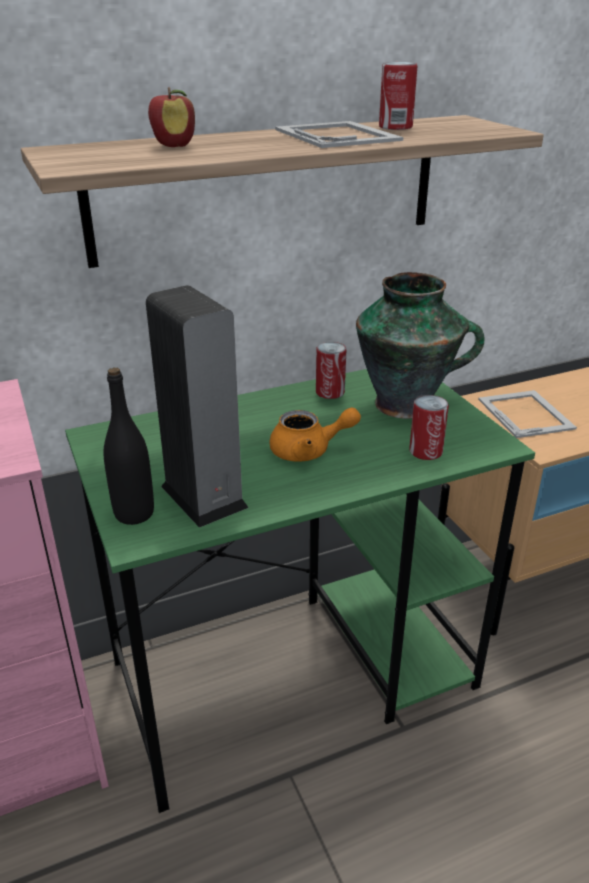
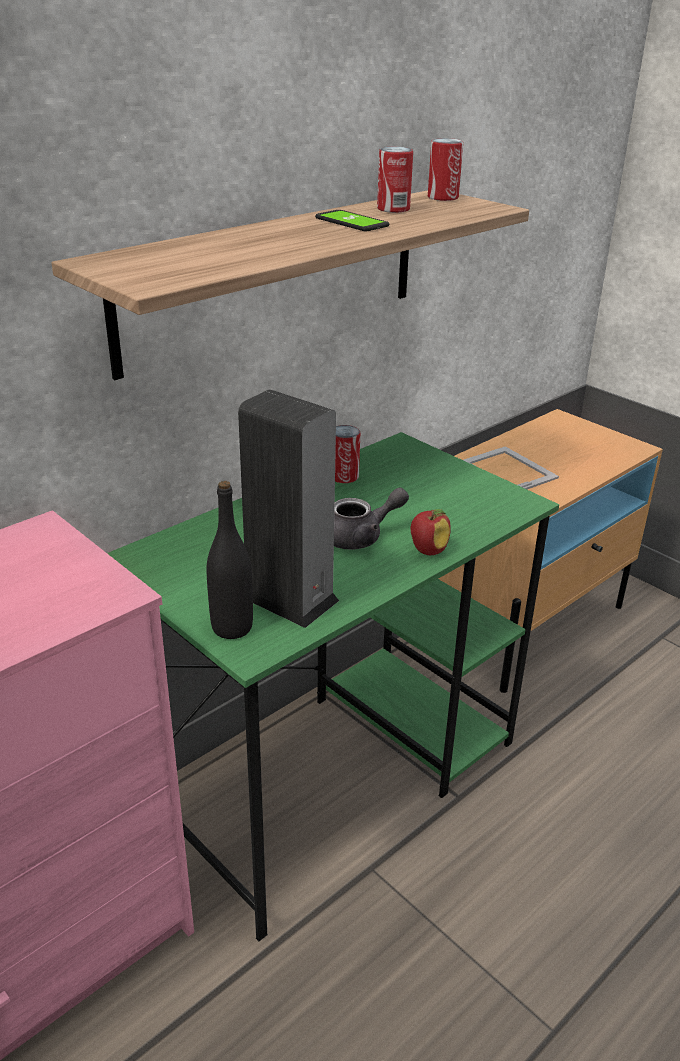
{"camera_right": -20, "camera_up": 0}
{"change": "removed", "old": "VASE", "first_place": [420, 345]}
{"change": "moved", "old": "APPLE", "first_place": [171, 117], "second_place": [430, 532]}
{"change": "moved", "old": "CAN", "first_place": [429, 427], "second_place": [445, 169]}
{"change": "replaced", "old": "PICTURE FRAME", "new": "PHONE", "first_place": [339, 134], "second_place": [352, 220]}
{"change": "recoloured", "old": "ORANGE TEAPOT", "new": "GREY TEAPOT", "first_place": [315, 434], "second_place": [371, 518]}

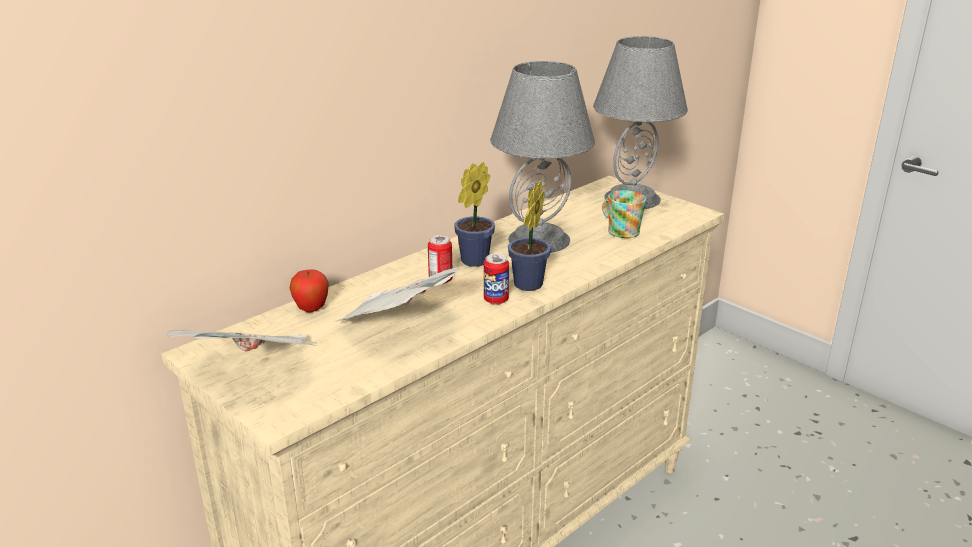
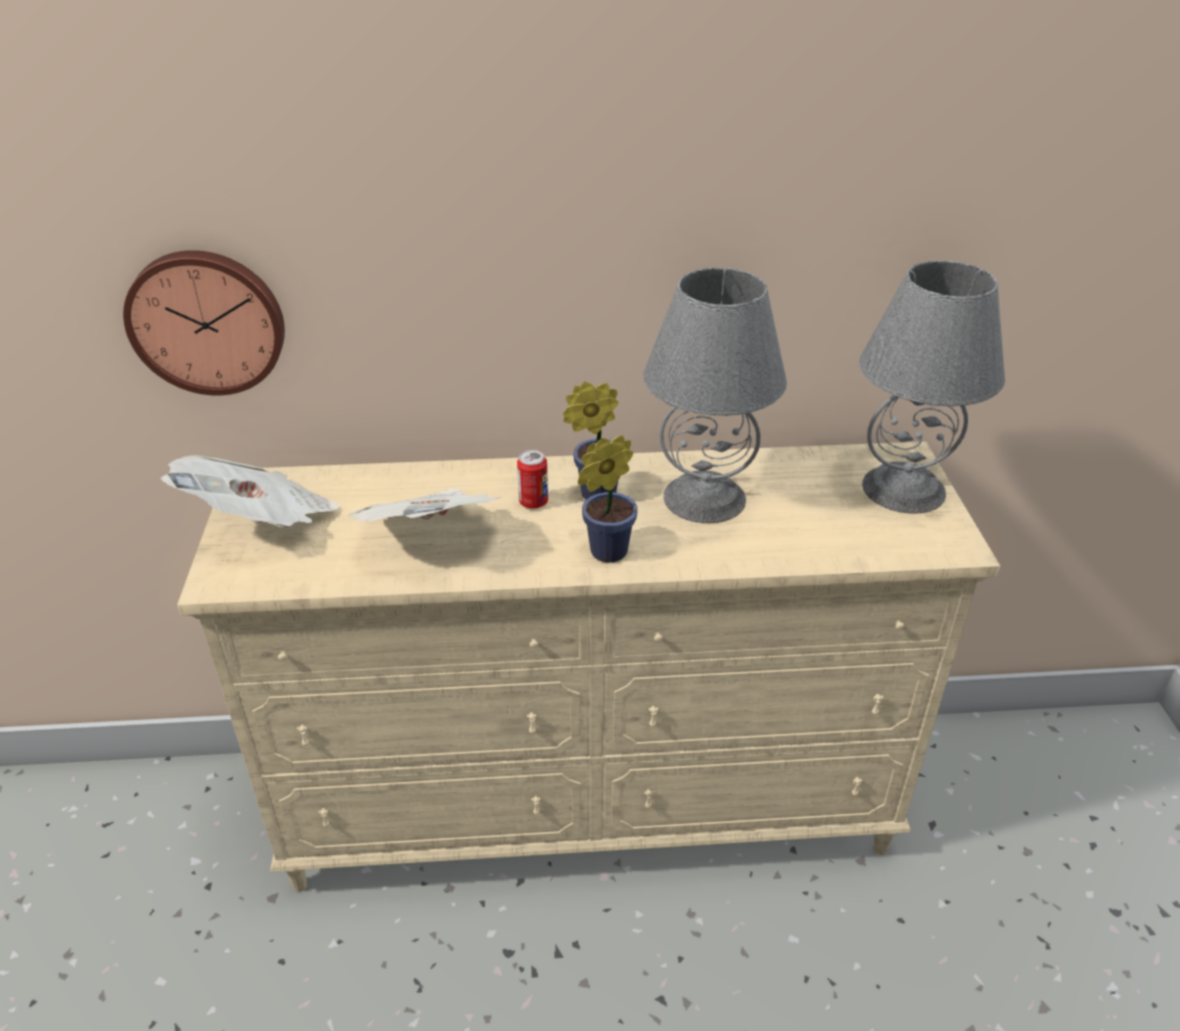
{"camera_right": 40, "camera_up": 10}
{"change": "removed", "old": "APPLE", "first_place": [309, 290]}
{"change": "removed", "old": "CAN", "first_place": [496, 279]}
{"change": "removed", "old": "MUG", "first_place": [624, 214]}
{"change": "added", "new": "WALL CLOCK", "second_place": [204, 323]}

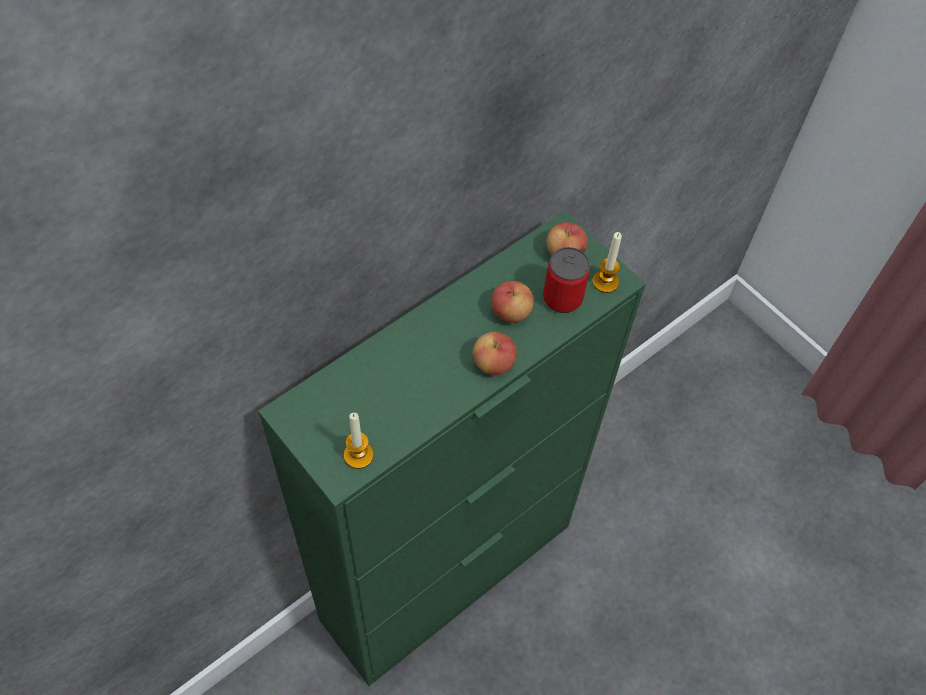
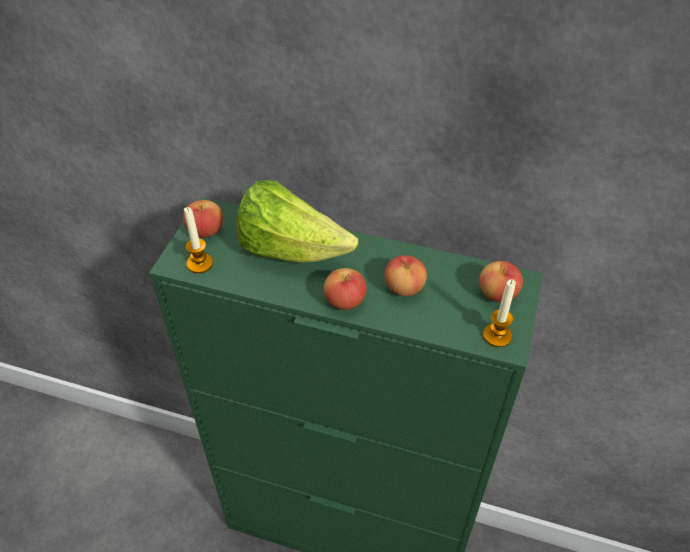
{"camera_right": 60, "camera_up": -10}
{"change": "removed", "old": "CAN", "first_place": [566, 280]}
{"change": "added", "new": "APPLE", "second_place": [203, 219]}
{"change": "added", "new": "LETTUCE", "second_place": [297, 221]}

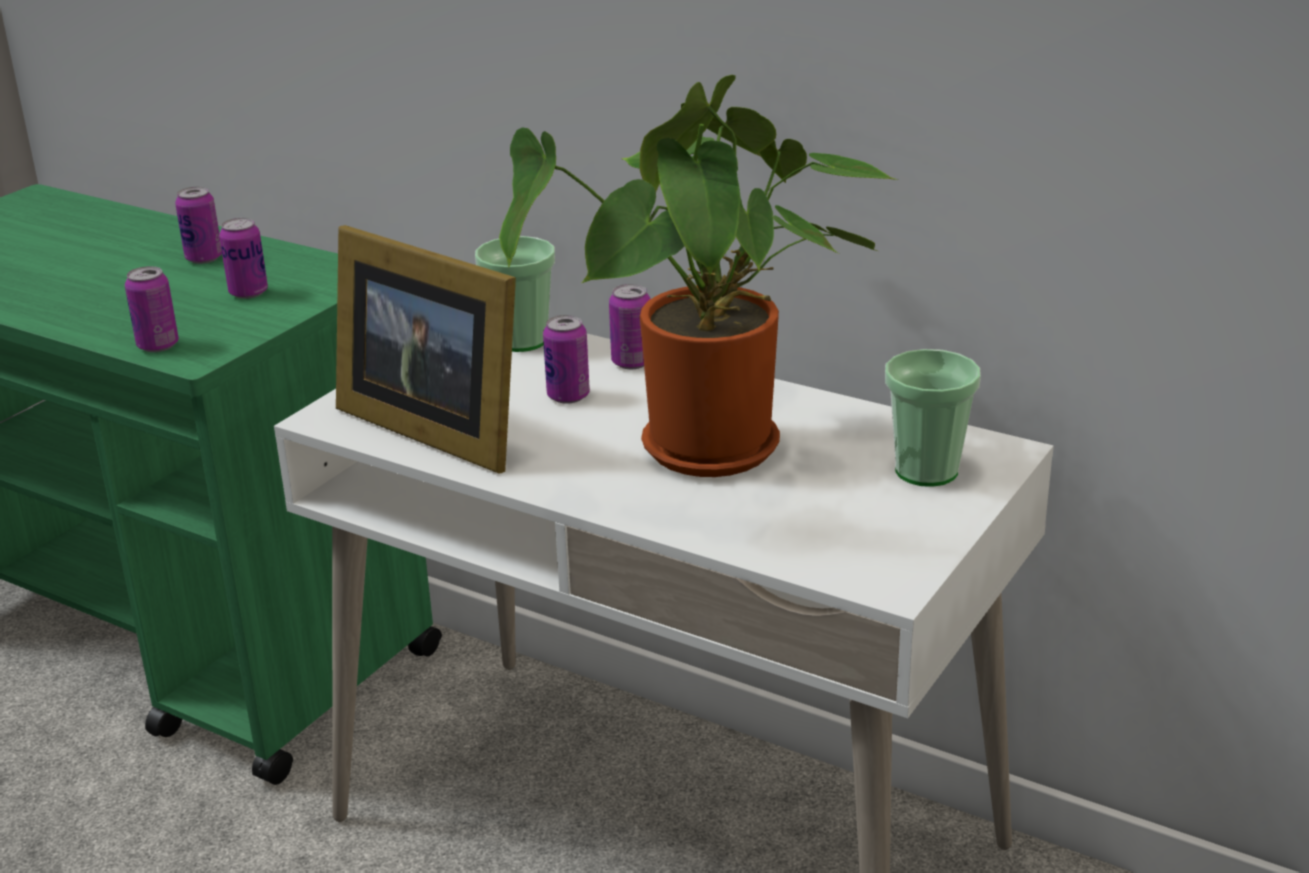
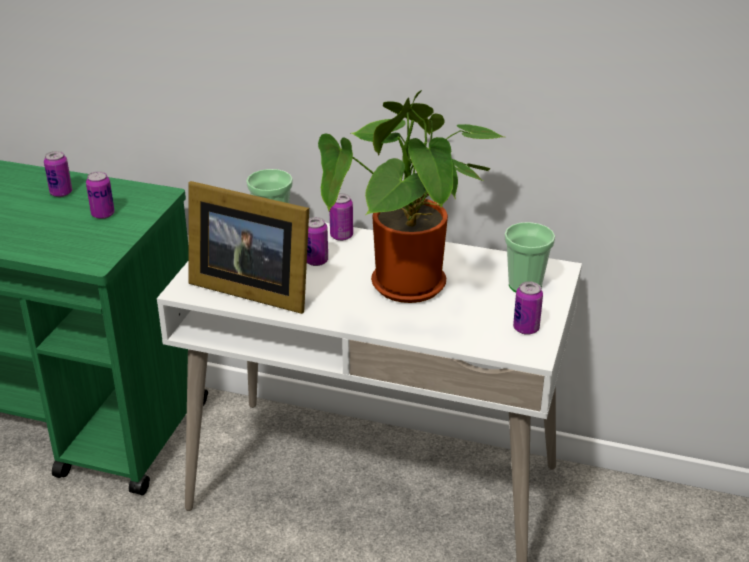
{"camera_right": -15, "camera_up": 5}
{"change": "moved", "old": "CAN", "first_place": [152, 309], "second_place": [528, 308]}

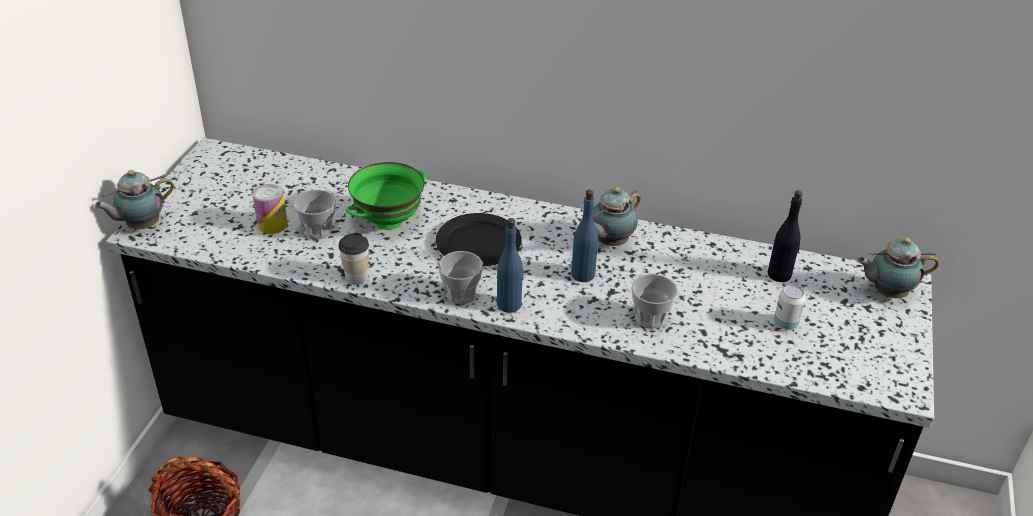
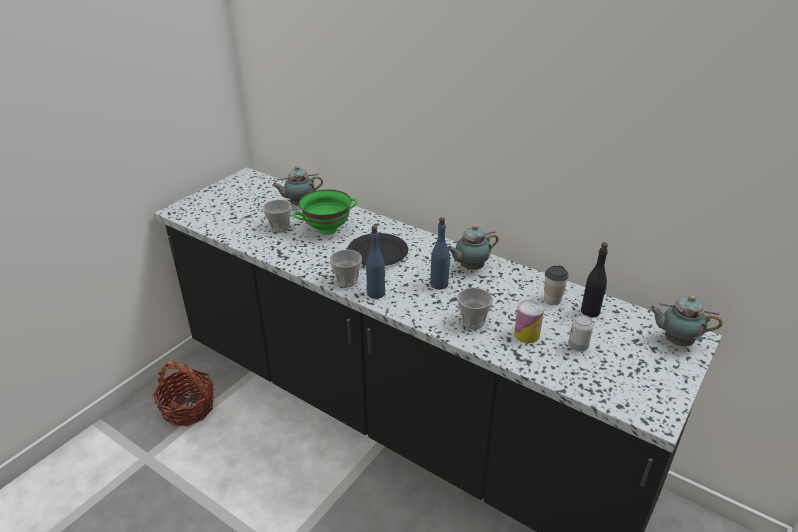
{"camera_right": 20, "camera_up": -5}
{"change": "moved", "old": "TEAPOT", "first_place": [134, 199], "second_place": [297, 186]}
{"change": "moved", "old": "CAN", "first_place": [270, 209], "second_place": [529, 321]}
{"change": "moved", "old": "CUP", "first_place": [354, 258], "second_place": [556, 285]}

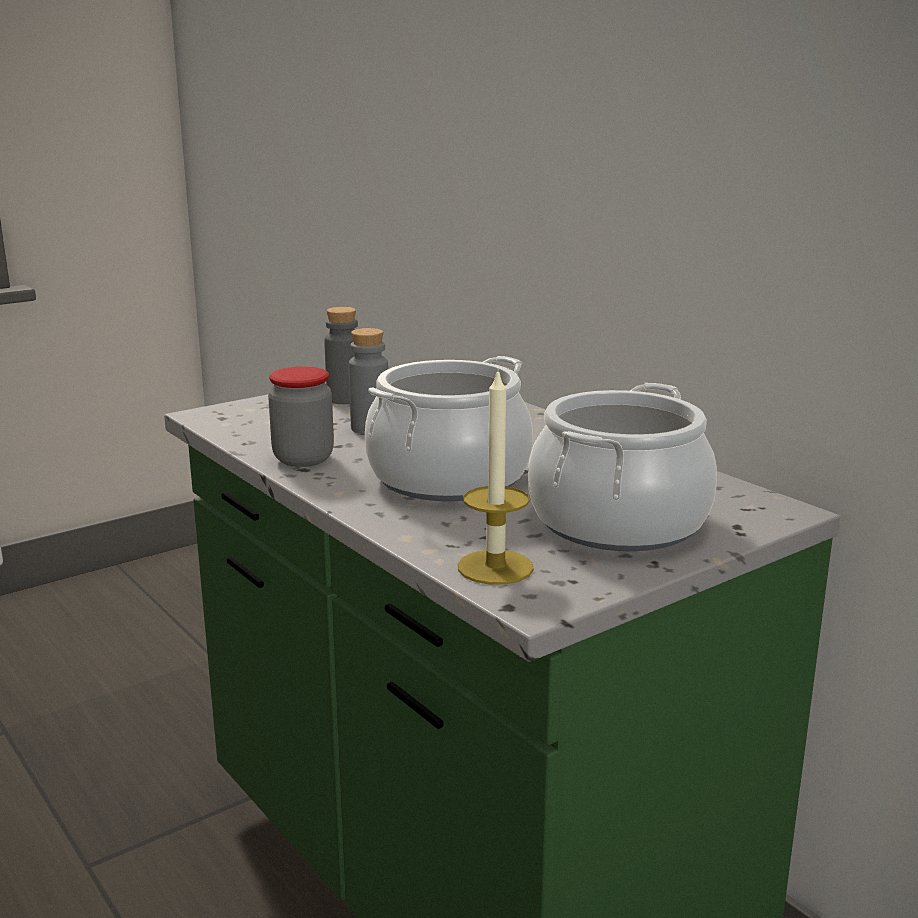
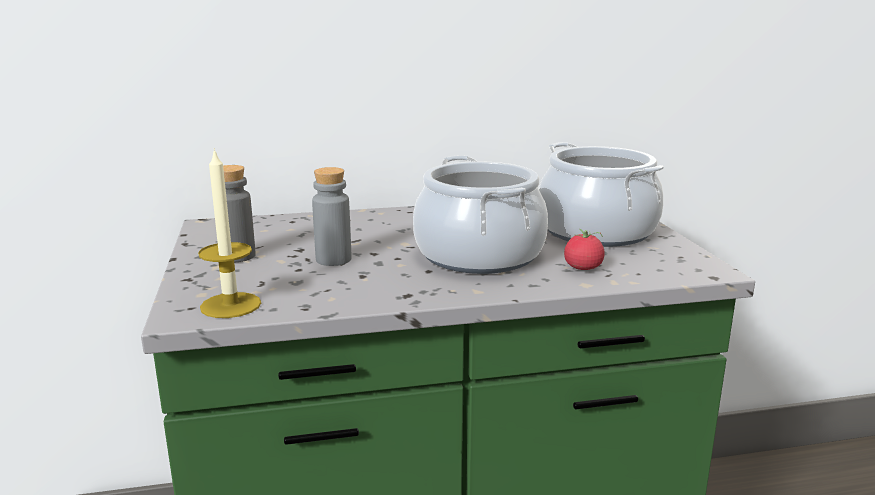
{"camera_right": -65, "camera_up": 0}
{"change": "removed", "old": "JAR", "first_place": [301, 416]}
{"change": "added", "new": "TOMATO", "second_place": [584, 249]}
{"change": "moved", "old": "CANDLE", "first_place": [496, 476], "second_place": [229, 233]}

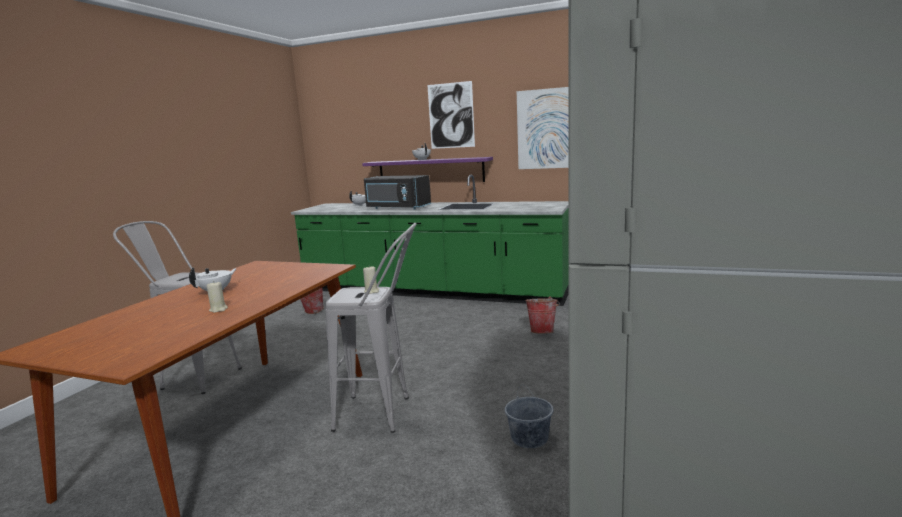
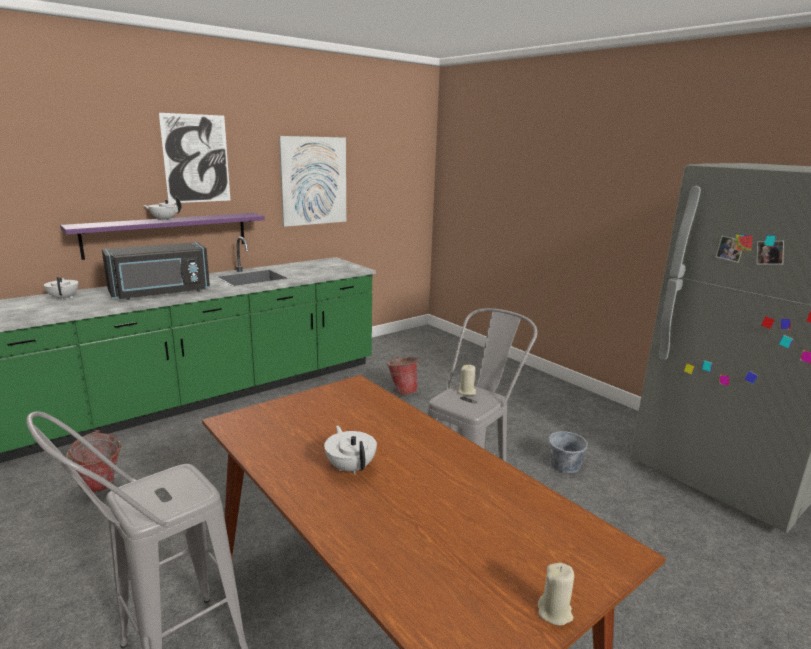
{"camera_right": -60, "camera_up": 5}
{"change": "moved", "old": "BEIGE CANDLE", "first_place": [217, 297], "second_place": [556, 594]}

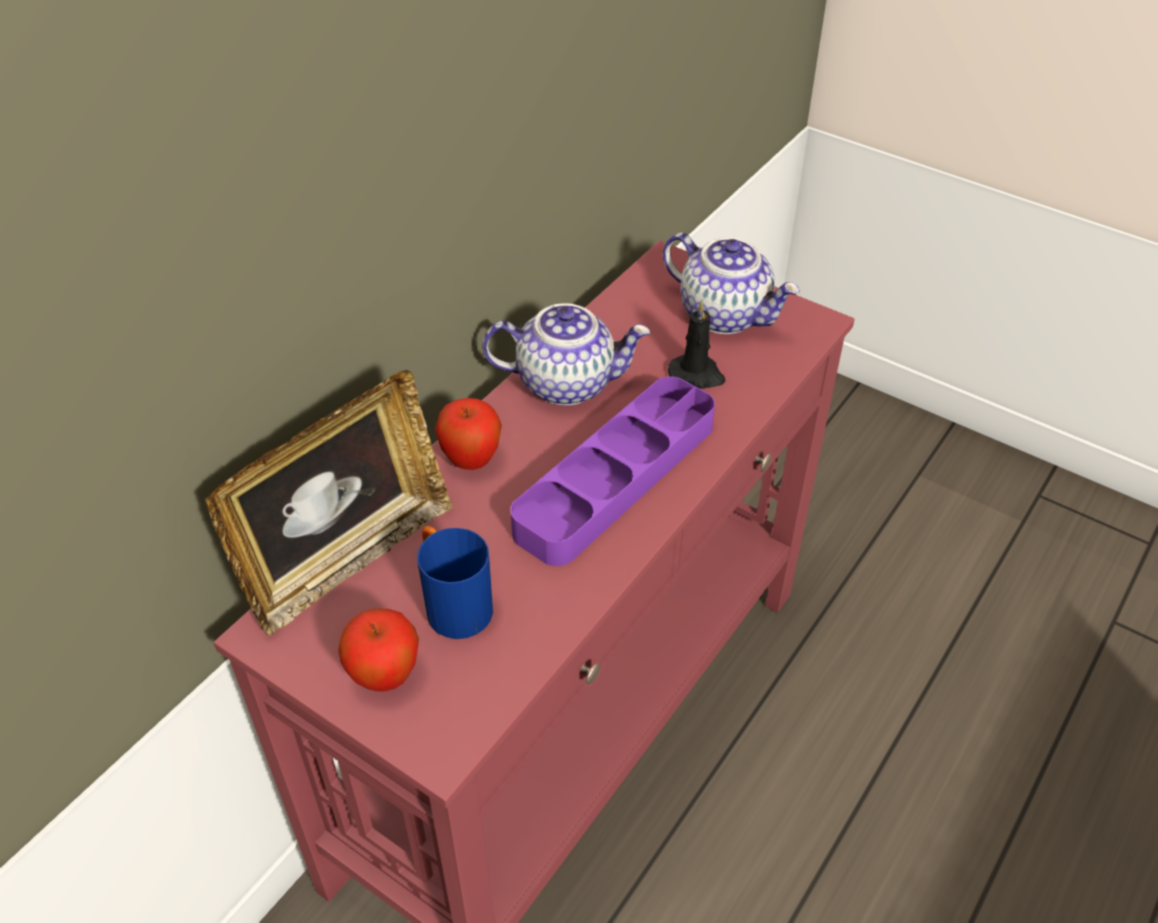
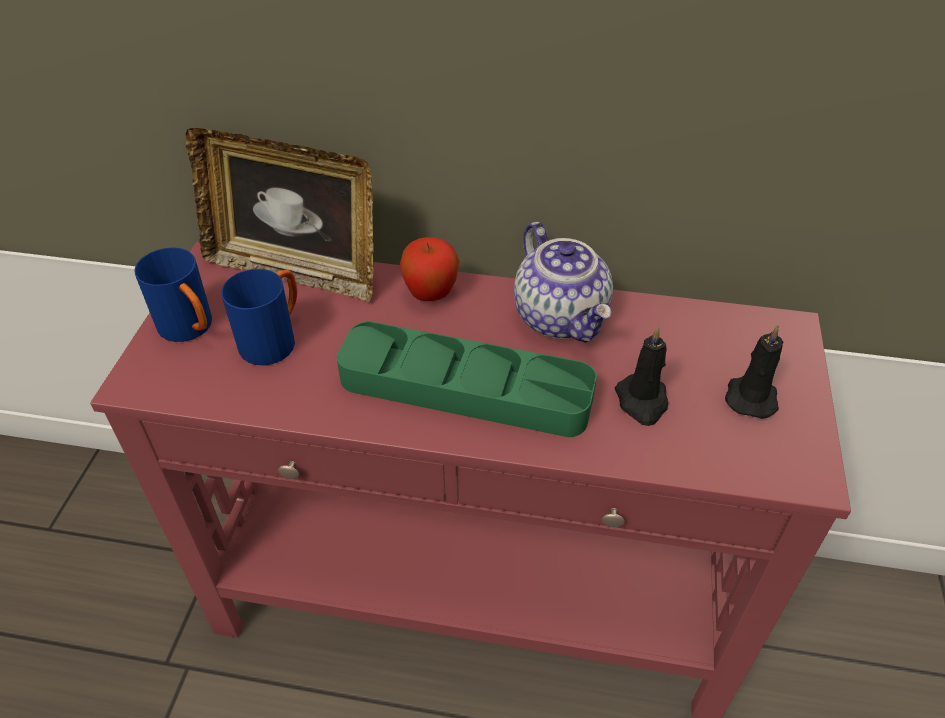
{"camera_right": 65, "camera_up": 0}
{"change": "replaced", "old": "APPLE", "new": "BLUE MUG", "first_place": [378, 650], "second_place": [173, 295]}
{"change": "replaced", "old": "TEAPOT", "new": "BLACK CANDLE", "first_place": [731, 283], "second_place": [754, 372]}
{"change": "recoloured", "old": "PURPLE TRAY", "new": "GREEN TRAY", "first_place": [612, 471], "second_place": [466, 379]}

